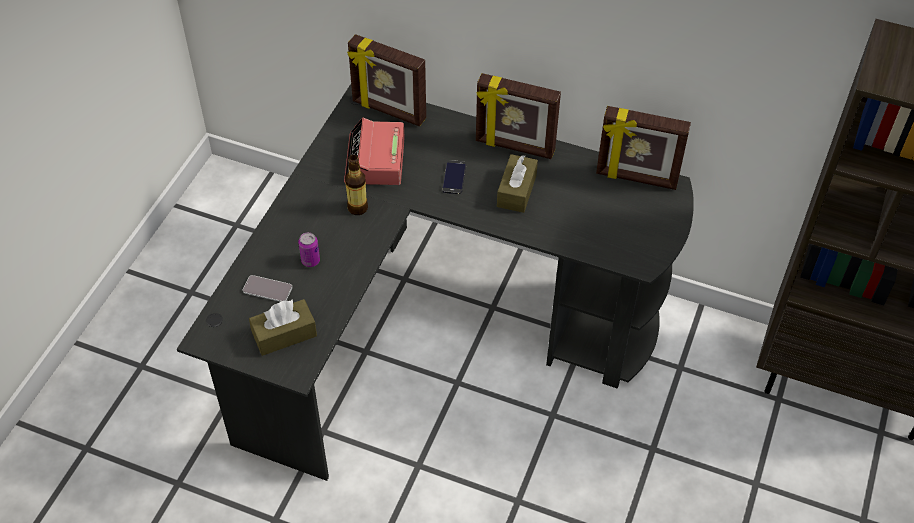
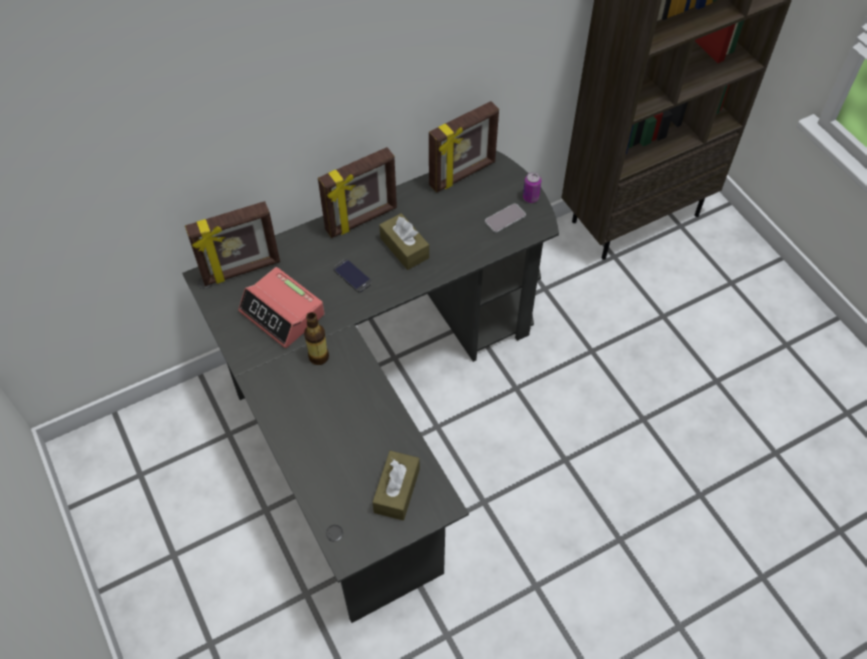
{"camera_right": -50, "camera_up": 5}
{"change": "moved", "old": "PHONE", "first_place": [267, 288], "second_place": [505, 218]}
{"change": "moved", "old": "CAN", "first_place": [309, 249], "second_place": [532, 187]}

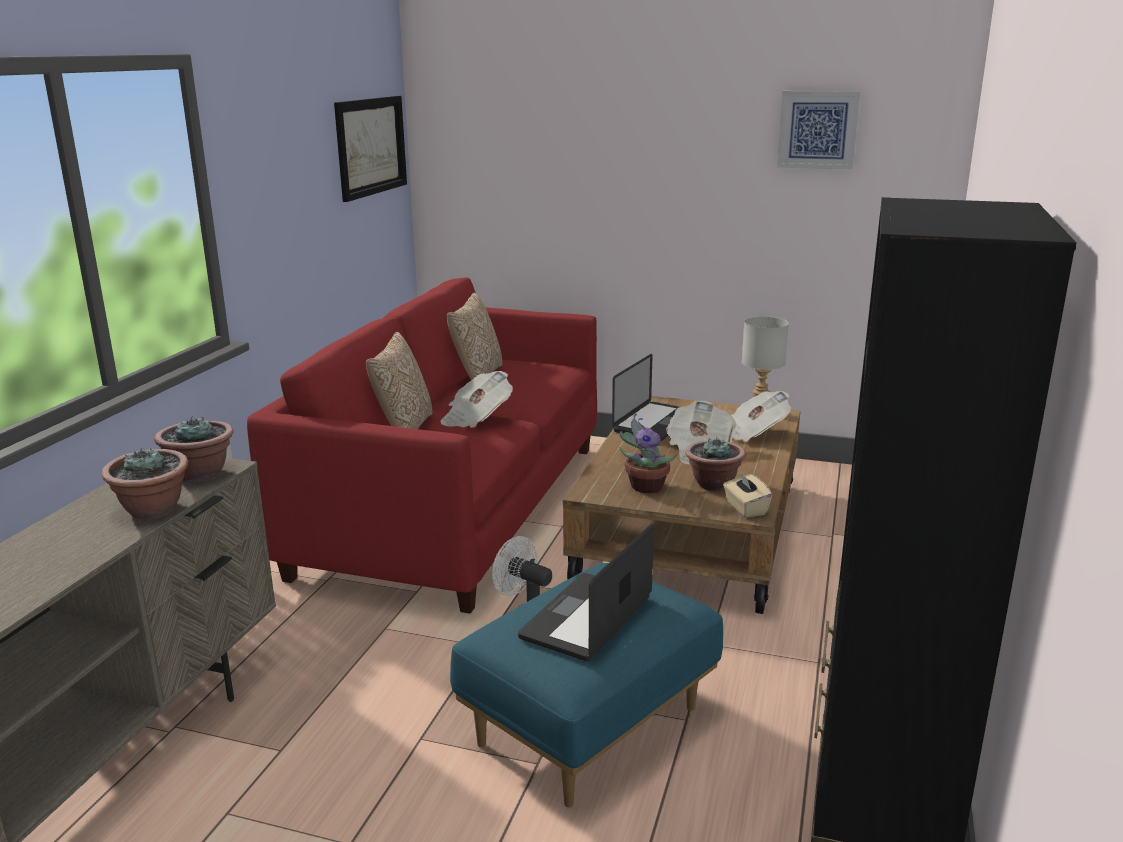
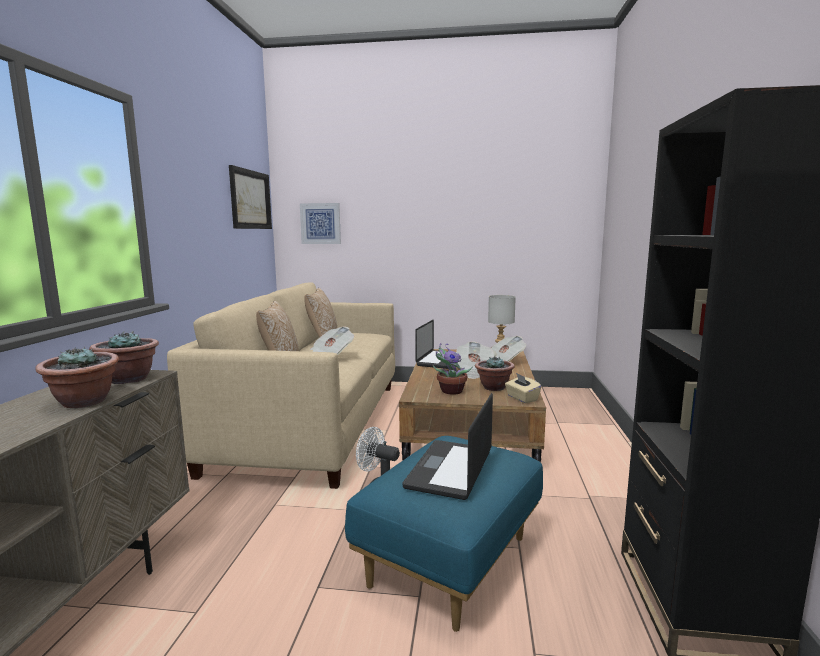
{"camera_right": -10, "camera_up": -10}
{"change": "moved", "old": "PICTURE", "first_place": [818, 130], "second_place": [320, 223]}
{"change": "recoloured", "old": "RED SOFA", "new": "BEIGE SOFA", "first_place": [422, 445], "second_place": [281, 385]}

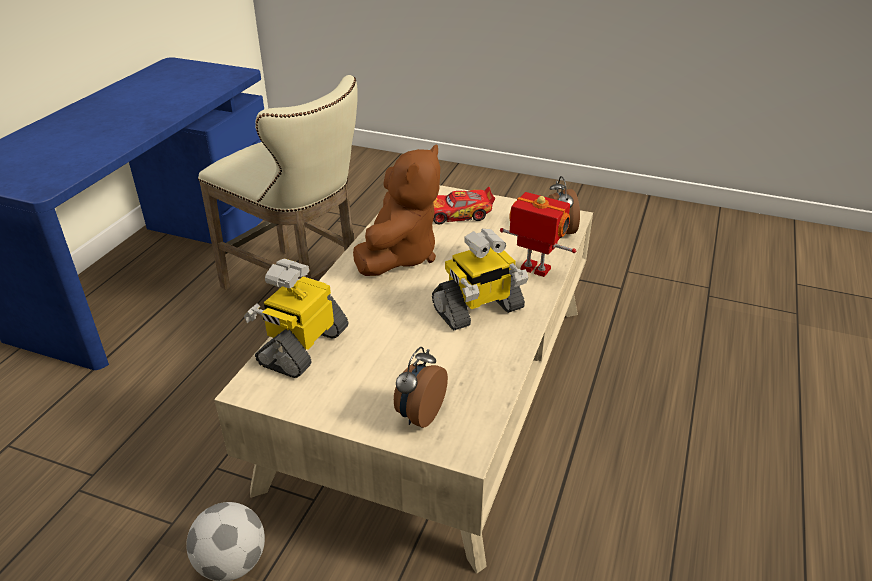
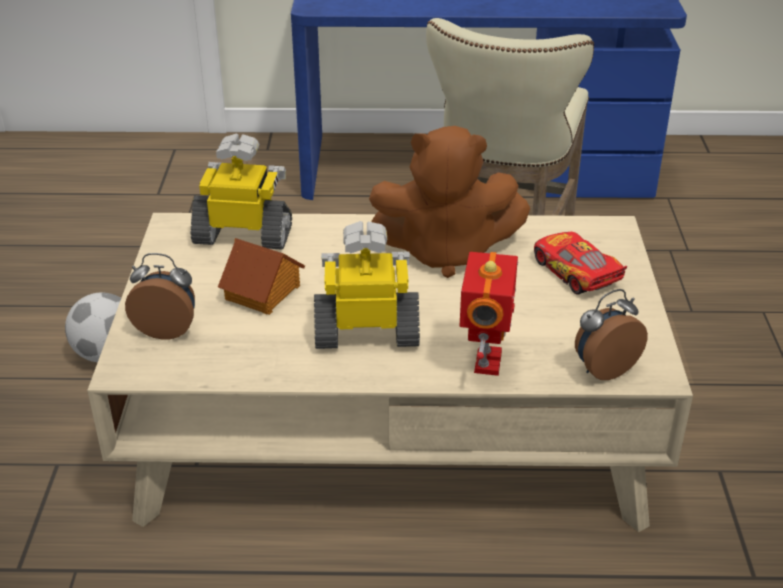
{"camera_right": 70, "camera_up": 0}
{"change": "added", "new": "TOY HOUSE", "second_place": [261, 276]}
{"change": "turned", "old": "TOY ROBOT", "first_place": [480, 280], "second_place": [367, 285], "degrees": 135}

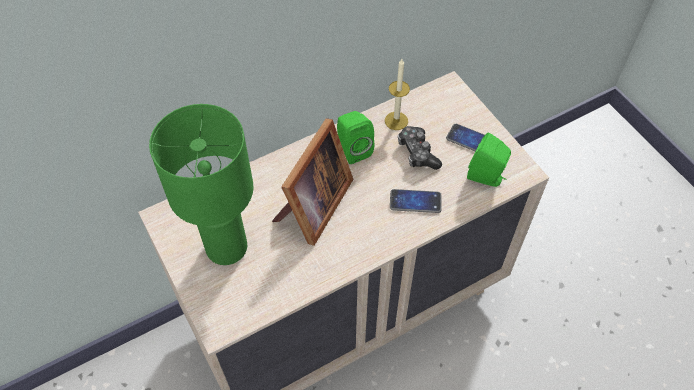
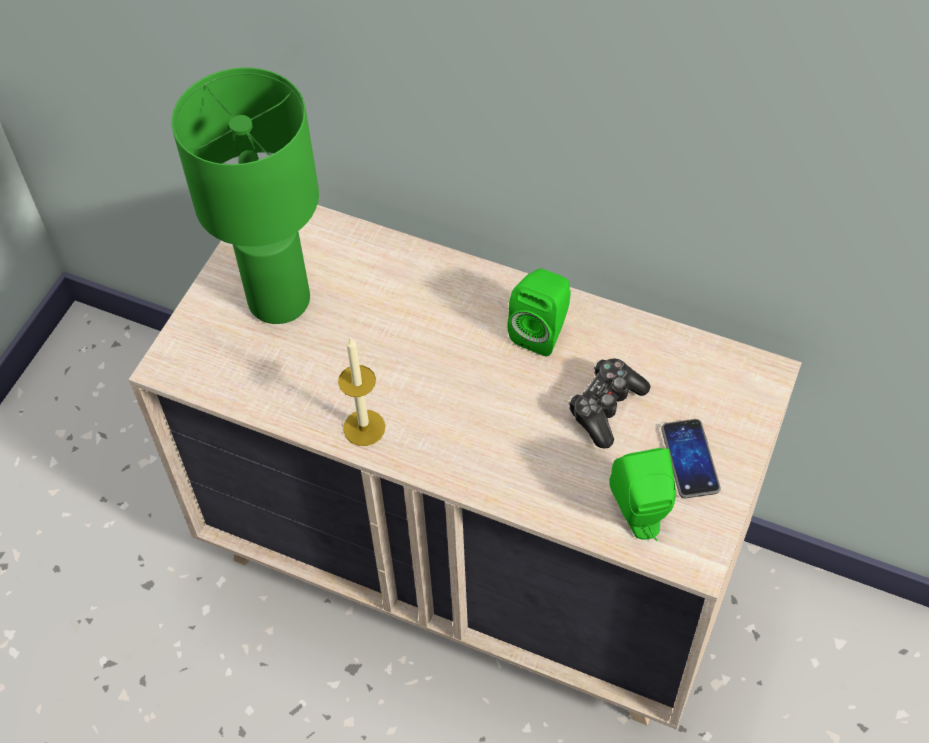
{"camera_right": 55, "camera_up": 0}
{"change": "removed", "old": "PICTURE FRAME", "first_place": [312, 182]}
{"change": "removed", "old": "PHONE", "first_place": [416, 201]}
{"change": "moved", "old": "CANDLE", "first_place": [397, 94], "second_place": [361, 391]}

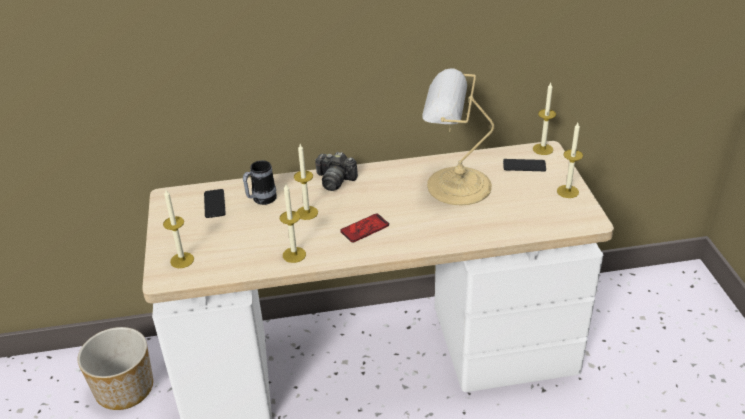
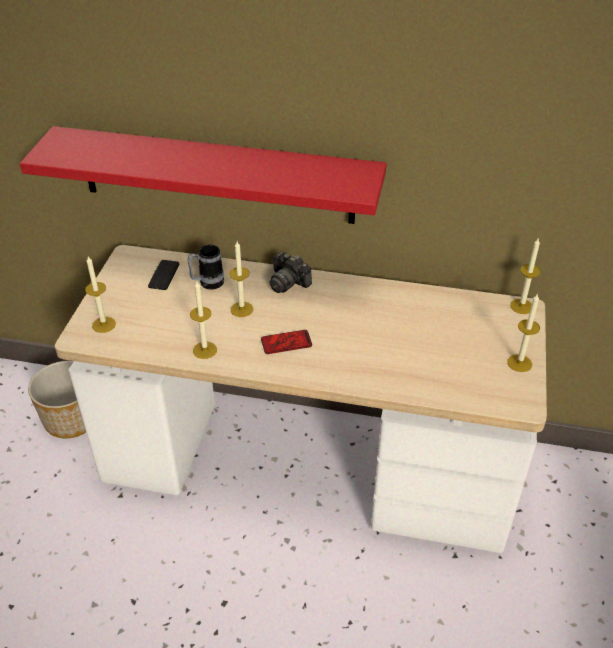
{"camera_right": 20, "camera_up": 5}
{"change": "removed", "old": "TABLE LAMP", "first_place": [458, 136]}
{"change": "removed", "old": "PHONE", "first_place": [524, 165]}
{"change": "added", "new": "RED SHELF", "second_place": [203, 175]}

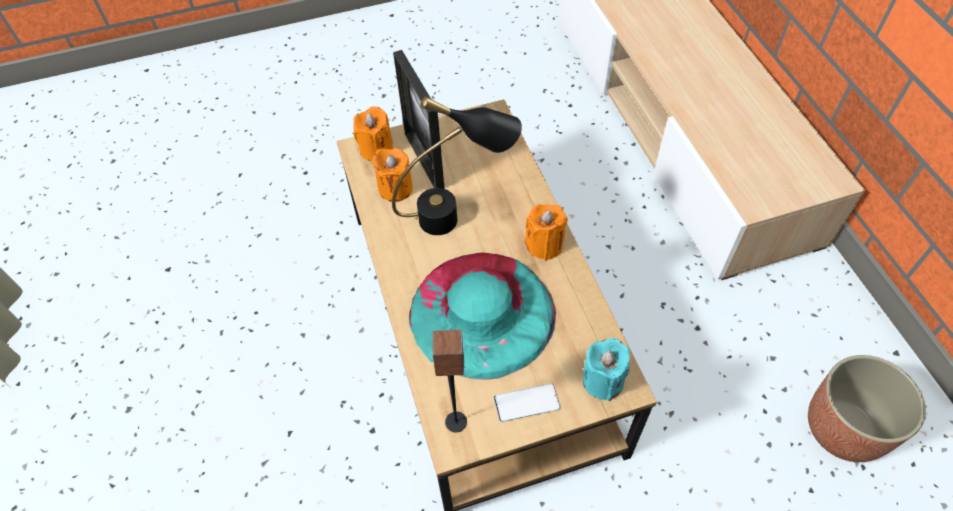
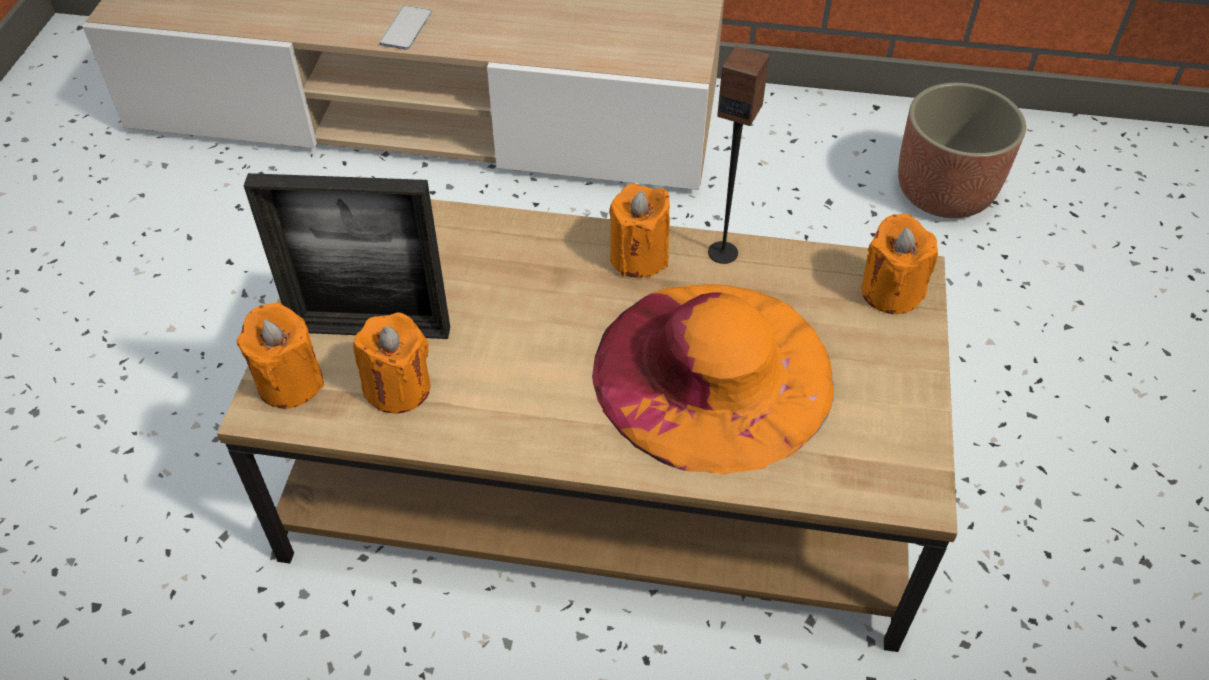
{"camera_right": -65, "camera_up": -5}
{"change": "removed", "old": "BLACK TABLE LAMP", "first_place": [457, 165]}
{"change": "moved", "old": "SPEAKER", "first_place": [450, 381], "second_place": [739, 155]}
{"change": "moved", "old": "PHONE", "first_place": [527, 402], "second_place": [405, 28]}
{"change": "recoloured", "old": "TURQUOISE HAT", "new": "ORANGE HAT", "first_place": [482, 316], "second_place": [713, 379]}
{"change": "recoloured", "old": "TURQUOISE CANDLE", "new": "ORANGE CANDLE", "first_place": [606, 369], "second_place": [899, 264]}

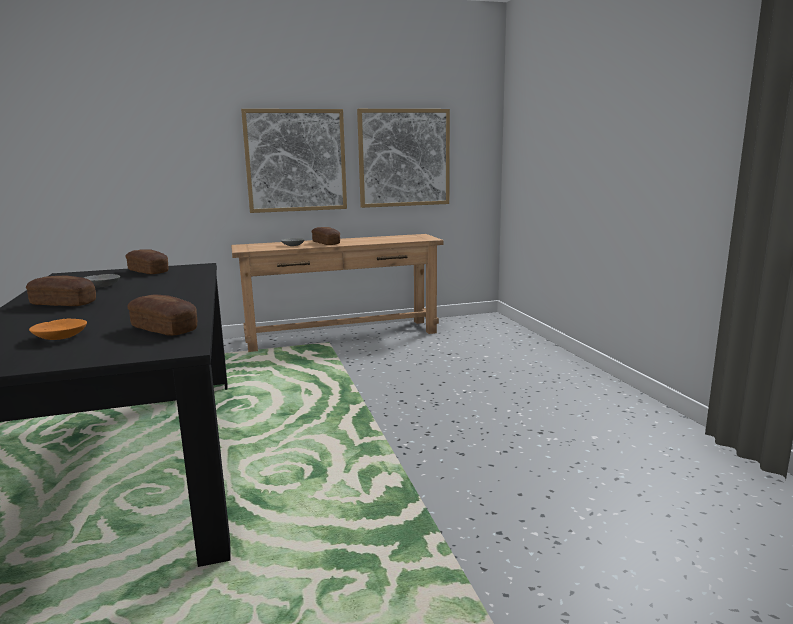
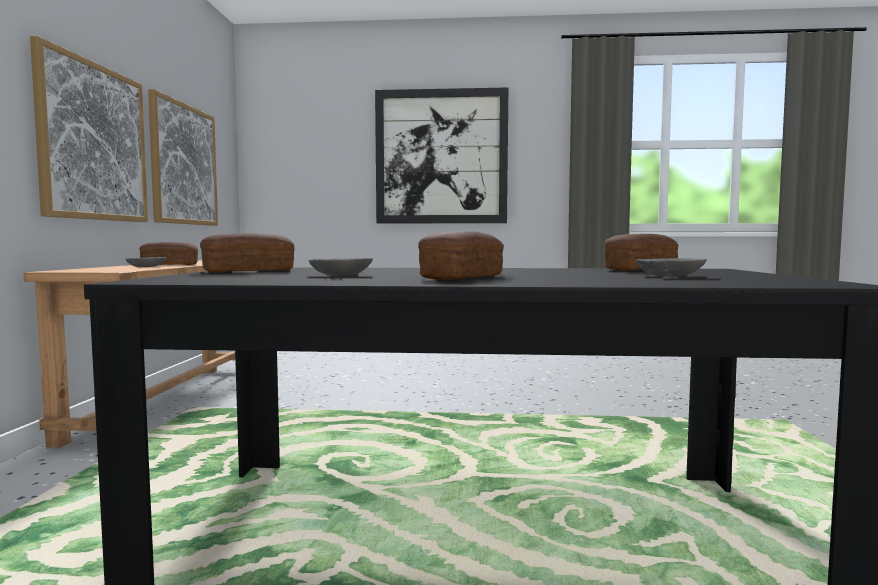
{"camera_right": -70, "camera_up": -10}
{"change": "added", "new": "PICTURE", "second_place": [441, 155]}
{"change": "recoloured", "old": "ORANGE BOWL", "new": "GREY BOWL", "first_place": [58, 329], "second_place": [671, 267]}

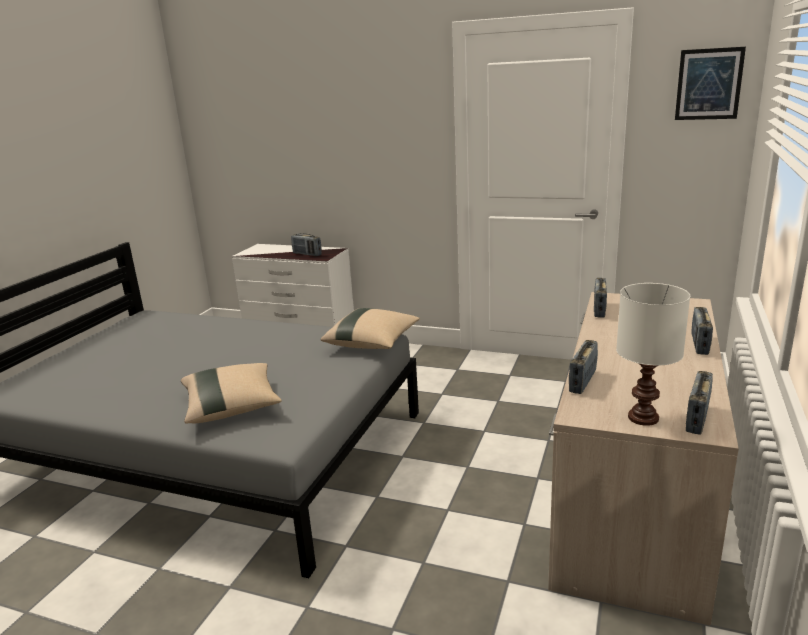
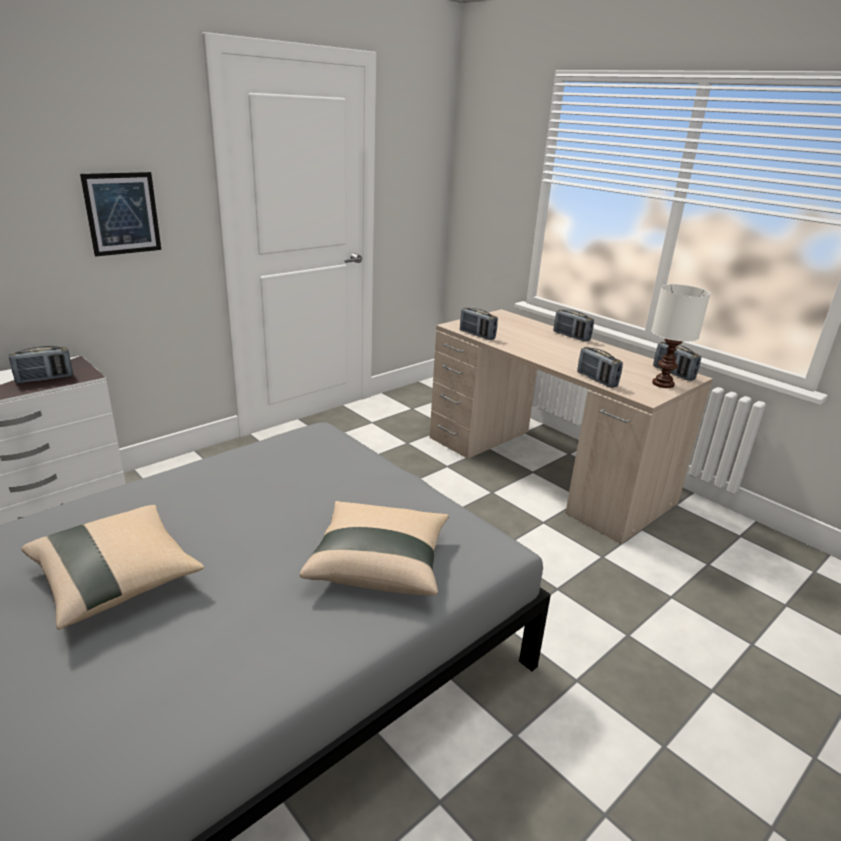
{"camera_right": -65, "camera_up": 5}
{"change": "moved", "old": "BEIGE PILLOW", "first_place": [370, 328], "second_place": [112, 567]}
{"change": "moved", "old": "PICTURE", "first_place": [710, 83], "second_place": [120, 214]}

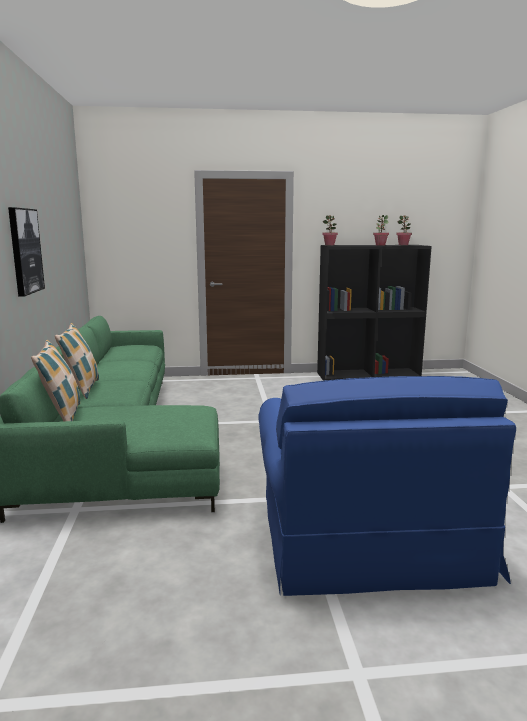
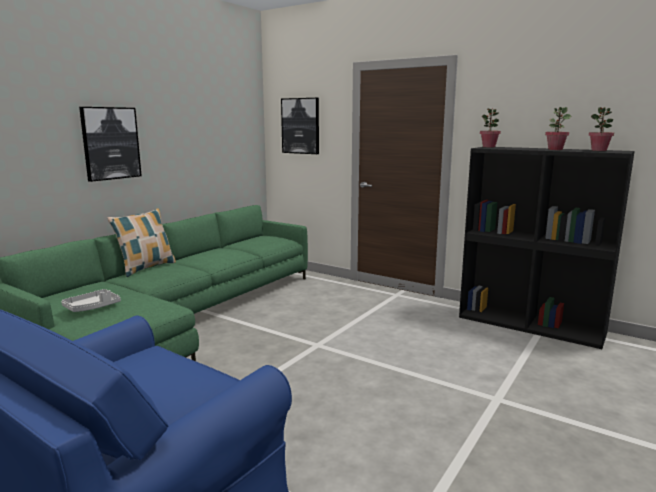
{"camera_right": 40, "camera_up": 0}
{"change": "removed", "old": "PILLOW", "first_place": [55, 380]}
{"change": "added", "new": "GREY TRAY", "second_place": [91, 300]}
{"change": "added", "new": "PICTURE", "second_place": [300, 126]}

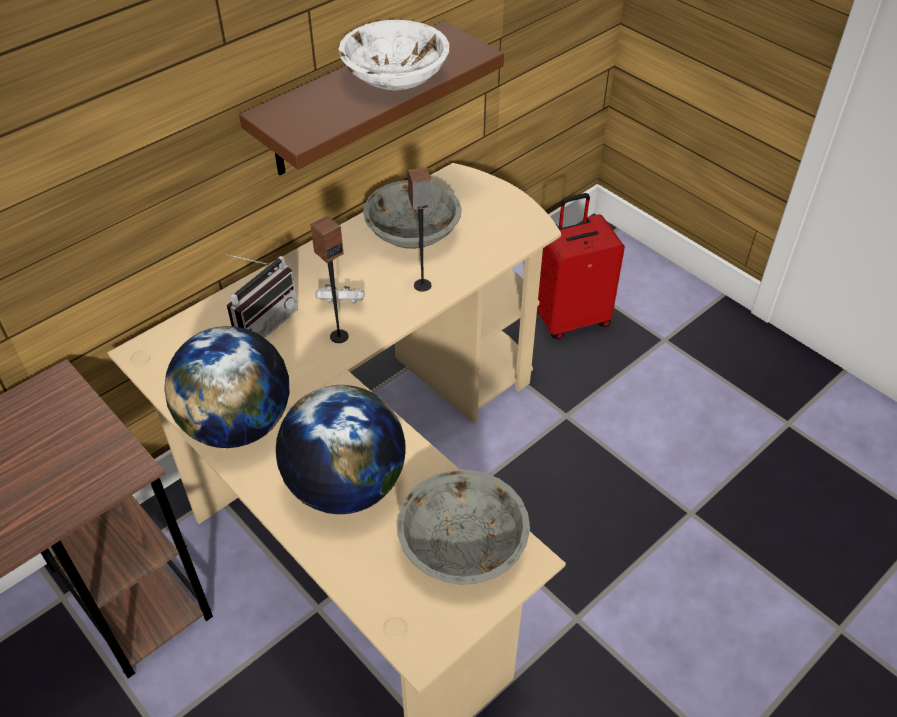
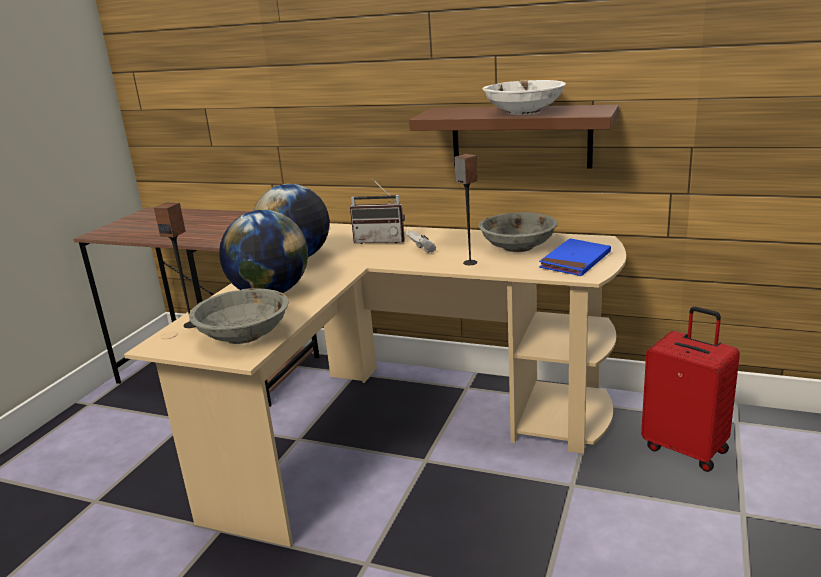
{"camera_right": 65, "camera_up": -25}
{"change": "added", "new": "BLUE BOOK", "second_place": [575, 257]}
{"change": "moved", "old": "SPEAKER", "first_place": [329, 279], "second_place": [175, 265]}

